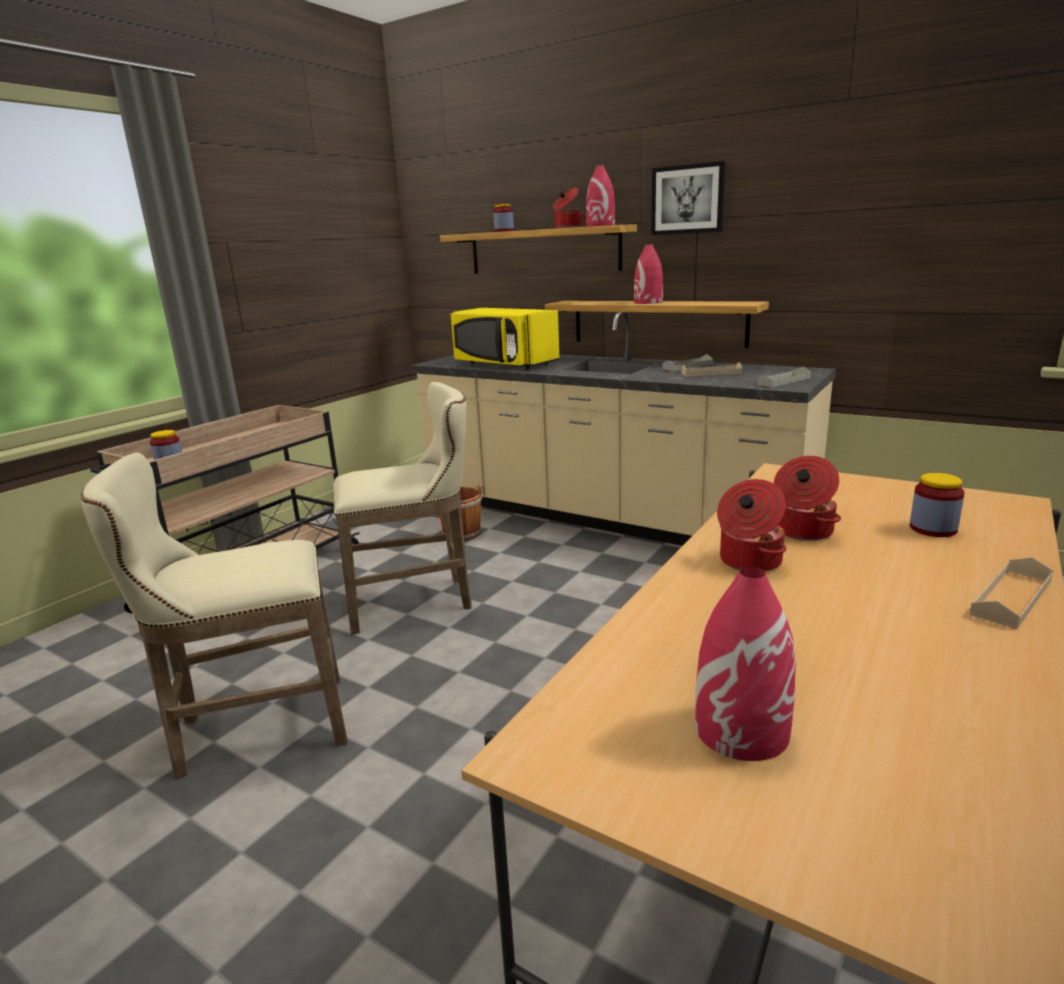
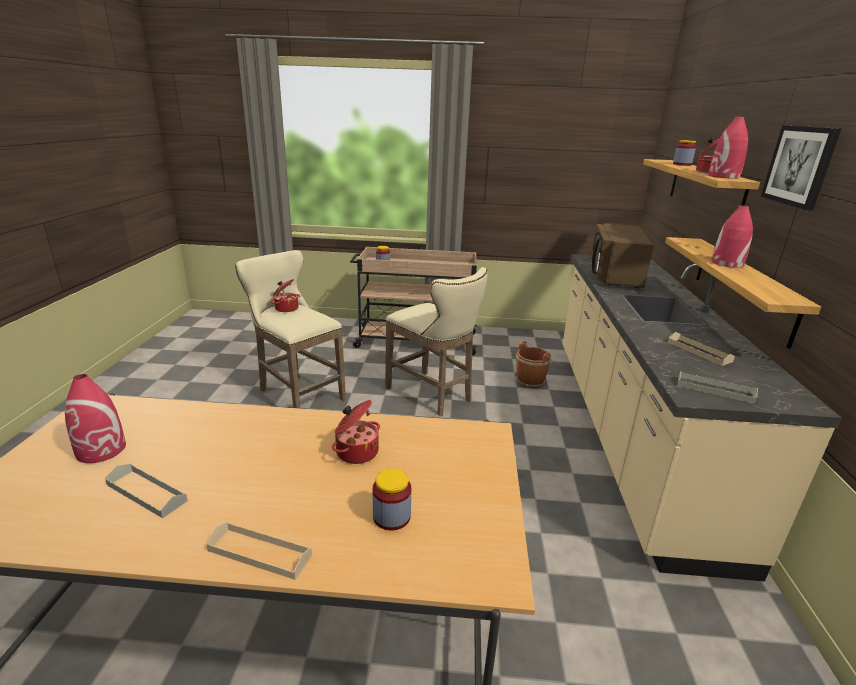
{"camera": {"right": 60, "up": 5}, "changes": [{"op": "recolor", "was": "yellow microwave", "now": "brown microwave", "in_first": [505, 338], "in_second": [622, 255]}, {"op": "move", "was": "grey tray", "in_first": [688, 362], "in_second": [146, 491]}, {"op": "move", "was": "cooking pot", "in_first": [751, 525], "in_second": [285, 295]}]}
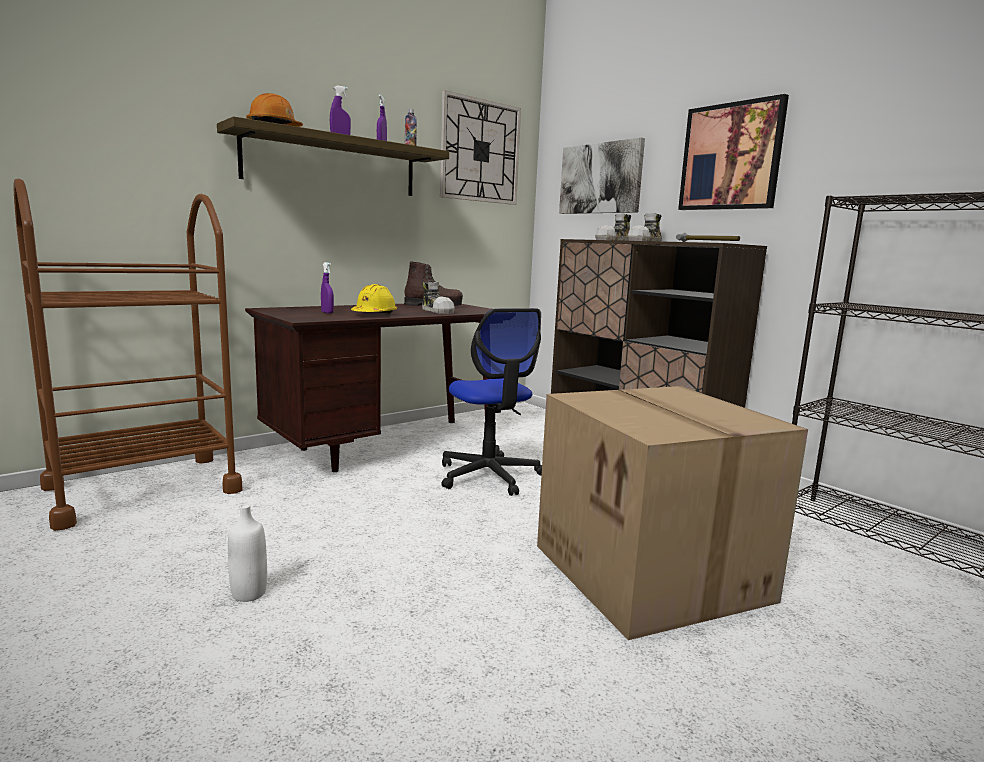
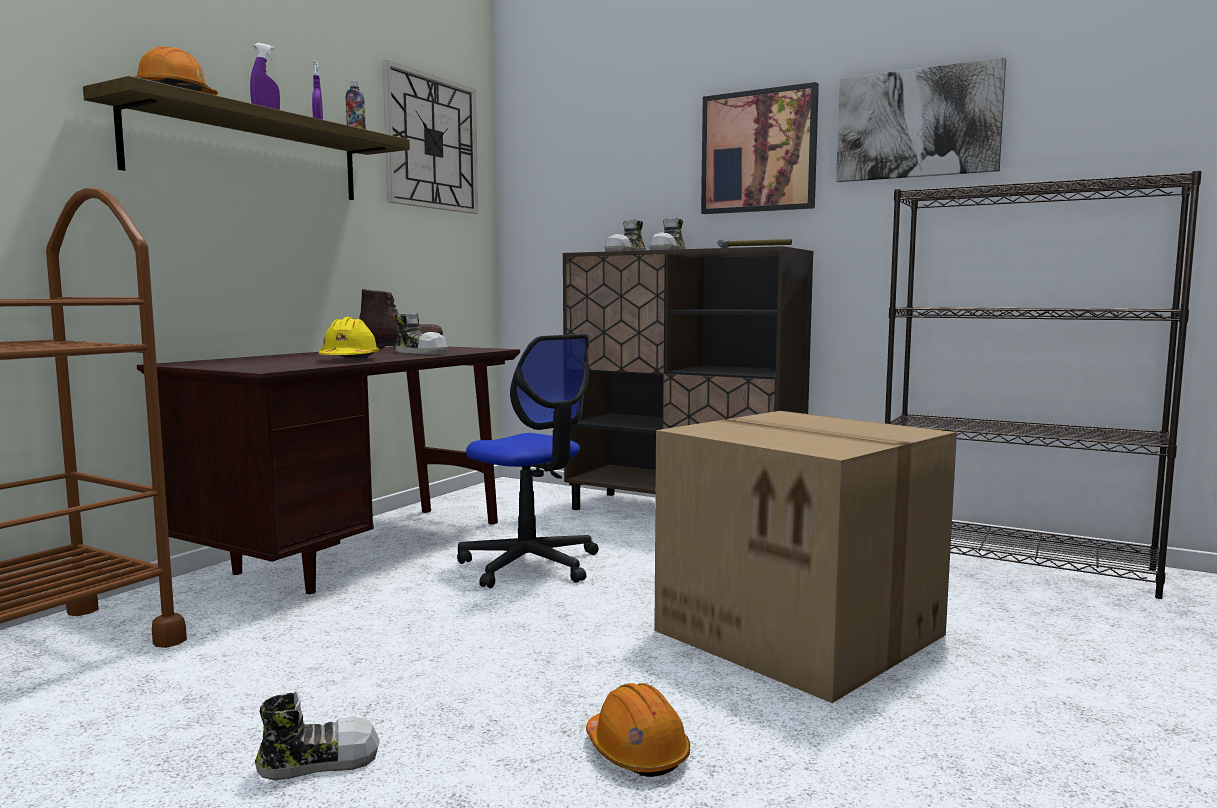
{"camera": {"right": -20, "up": -5}, "changes": [{"op": "move", "was": "picture", "in_first": [602, 175], "in_second": [921, 119]}, {"op": "delete", "was": "purple spray bottle", "in_first": [327, 287]}, {"op": "replace", "was": "white bottle", "now": "shoe", "in_first": [247, 553], "in_second": [317, 735]}, {"op": "insert", "now": "orange hard hat", "in_second": [638, 730]}]}
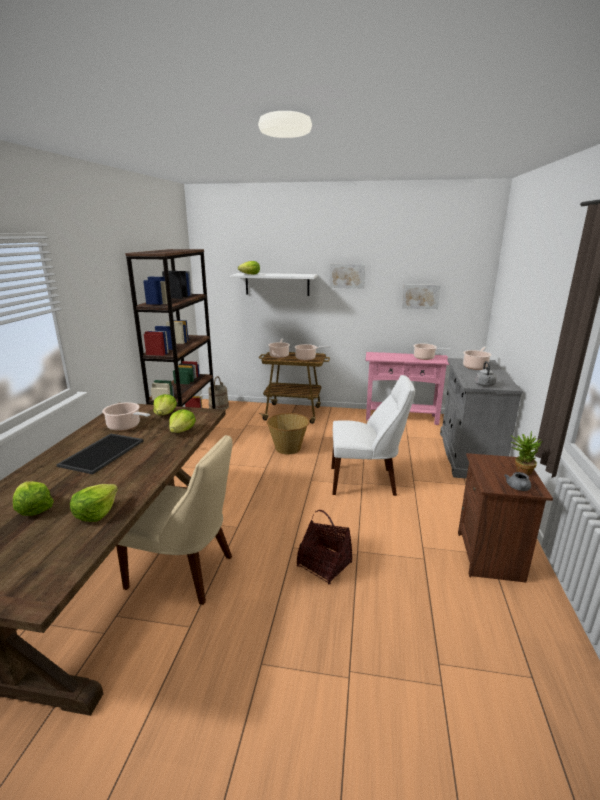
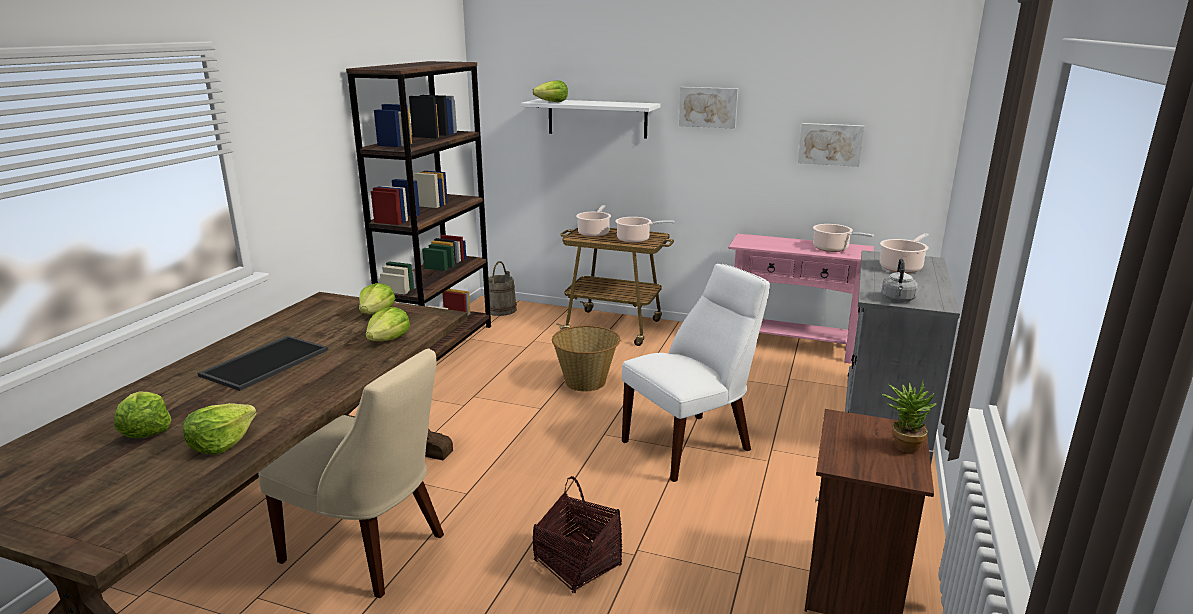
{"camera": {"right": 10, "up": 0}, "changes": [{"op": "rotate", "was": "white chair", "in_first": [373, 435], "in_second": [696, 372], "clockwise": -45}, {"op": "delete", "was": "cooking pot", "in_first": [126, 416]}, {"op": "delete", "was": "grey teapot", "in_first": [517, 481]}]}
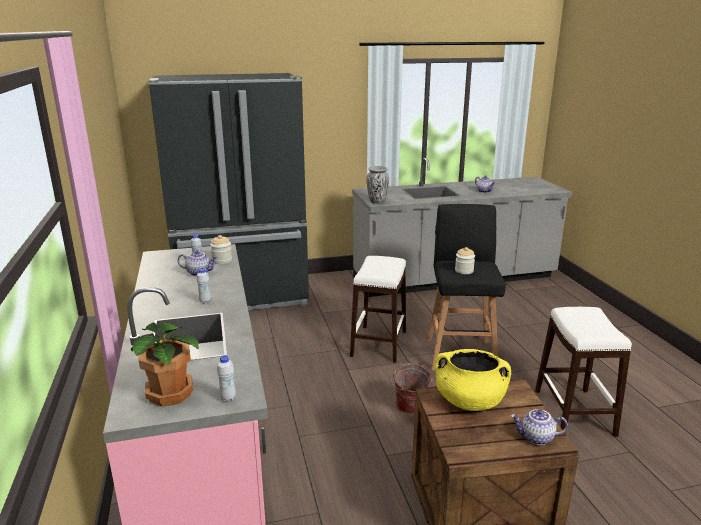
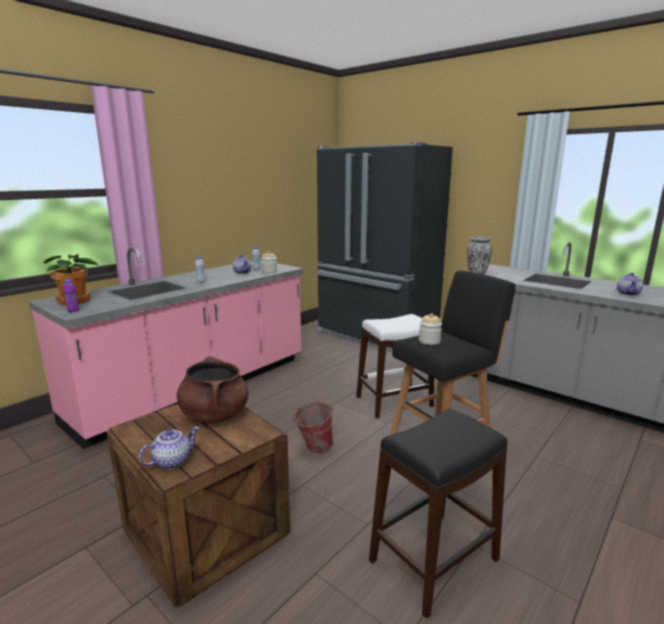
{"camera": {"right": 55, "up": -5}, "changes": [{"op": "recolor", "was": "white stool", "now": "black stool", "in_first": [583, 372], "in_second": [438, 514]}, {"op": "recolor", "was": "yellow cooking pot", "now": "brown cooking pot", "in_first": [473, 380], "in_second": [213, 389]}, {"op": "recolor", "was": "white bottle", "now": "purple bottle", "in_first": [226, 378], "in_second": [71, 296]}, {"op": "rotate", "was": "teapot", "in_first": [539, 427], "in_second": [169, 448], "clockwise": 75}]}
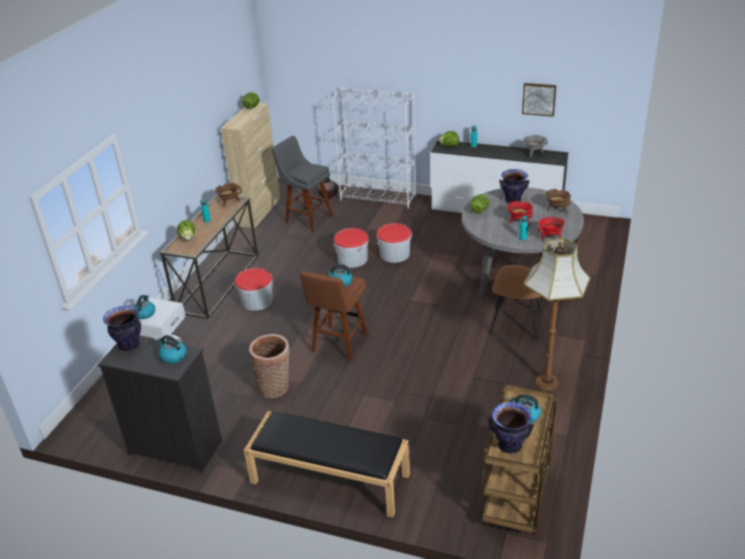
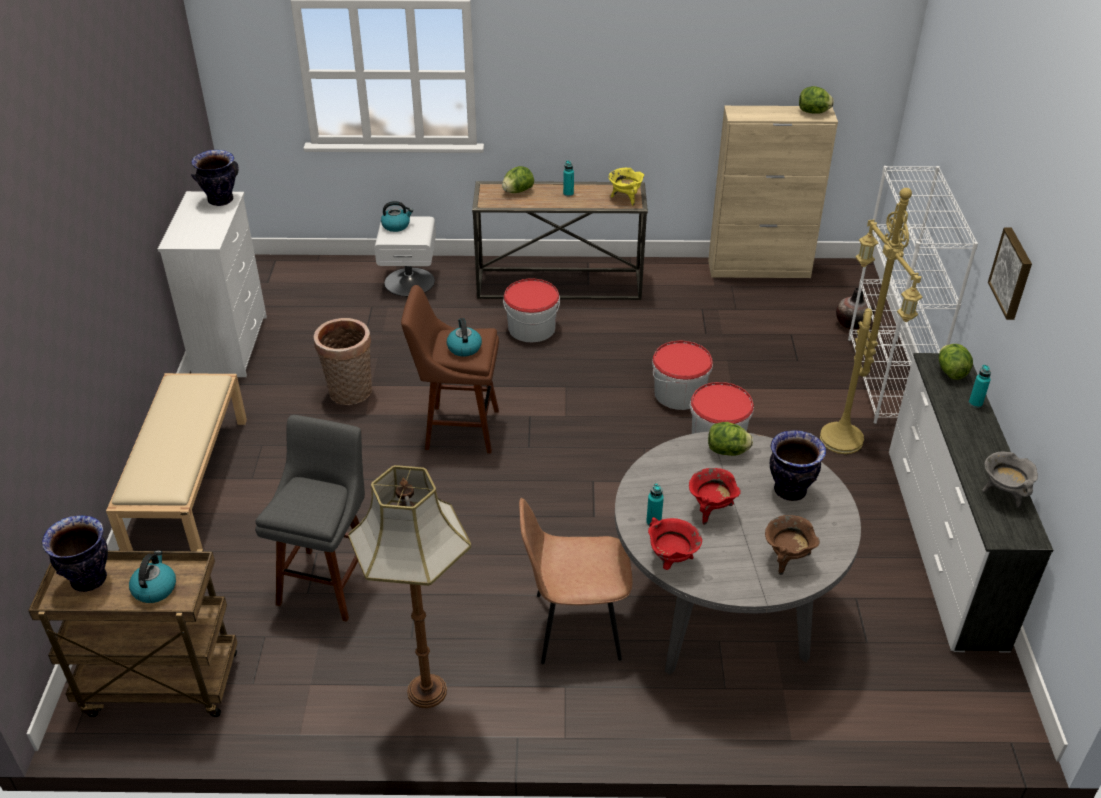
{"camera": {"right": 70, "up": 5}, "changes": [{"op": "move", "was": "picture", "in_first": [539, 100], "in_second": [1010, 273]}, {"op": "move", "was": "grey stool", "in_first": [302, 184], "in_second": [310, 518]}, {"op": "recolor", "was": "brown cooking pot", "now": "yellow cooking pot", "in_first": [228, 195], "in_second": [626, 187]}, {"op": "delete", "was": "kettle", "in_first": [171, 349]}, {"op": "recolor", "was": "black dresser", "now": "white dresser", "in_first": [160, 404], "in_second": [212, 284]}, {"op": "recolor", "was": "black bench", "now": "beige bench", "in_first": [327, 464], "in_second": [176, 462]}, {"op": "insert", "now": "yellow floor lamp", "in_second": [871, 321]}]}
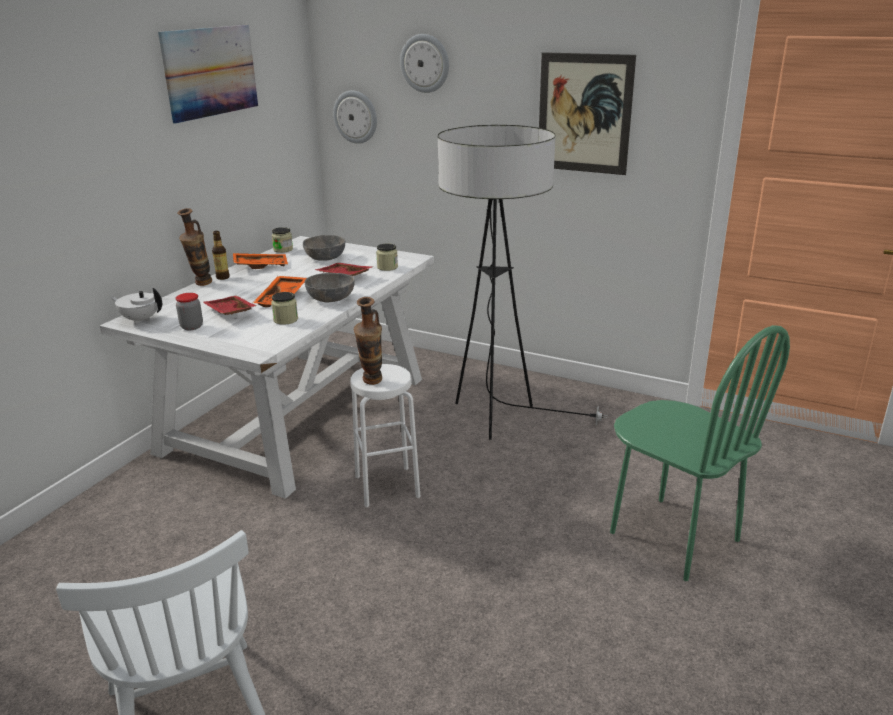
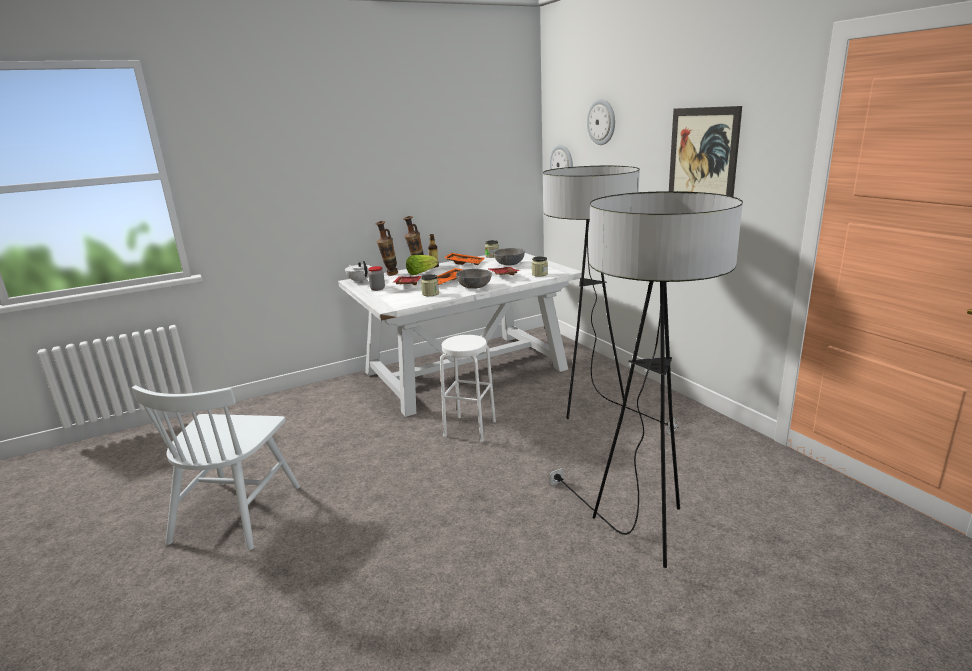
{"camera": {"right": 35, "up": -5}, "changes": [{"op": "delete", "was": "picture", "in_first": [208, 74]}, {"op": "move", "was": "vase", "in_first": [368, 341], "in_second": [386, 248]}, {"op": "replace", "was": "green chair", "now": "floor lamp", "in_first": [700, 453], "in_second": [646, 379]}, {"op": "insert", "now": "lettuce", "in_second": [422, 265]}]}
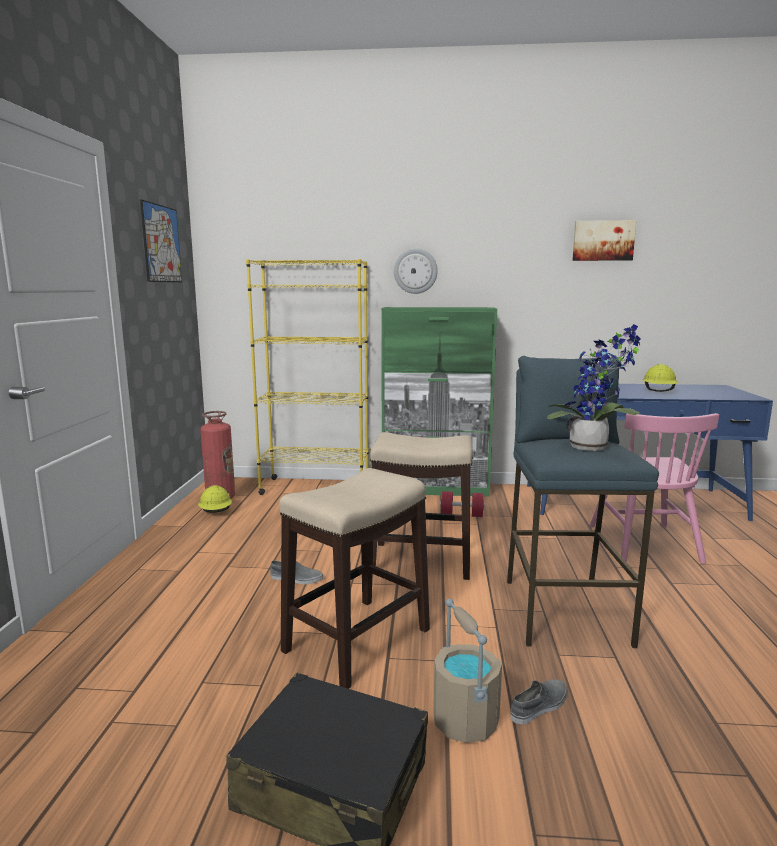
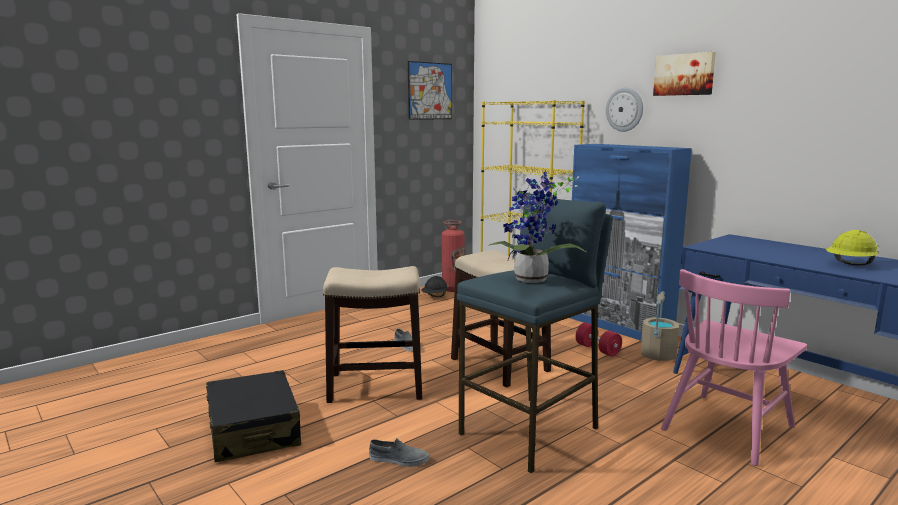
{"camera": {"right": 45, "up": 0}, "changes": [{"op": "move", "was": "picture", "in_first": [604, 240], "in_second": [684, 74]}, {"op": "recolor", "was": "green cabinet", "now": "blue cabinet", "in_first": [439, 402], "in_second": [631, 242]}, {"op": "recolor", "was": "yellow hard hat", "now": "black hard hat", "in_first": [215, 499], "in_second": [434, 286]}, {"op": "move", "was": "beige bucket", "in_first": [468, 671], "in_second": [660, 326]}]}
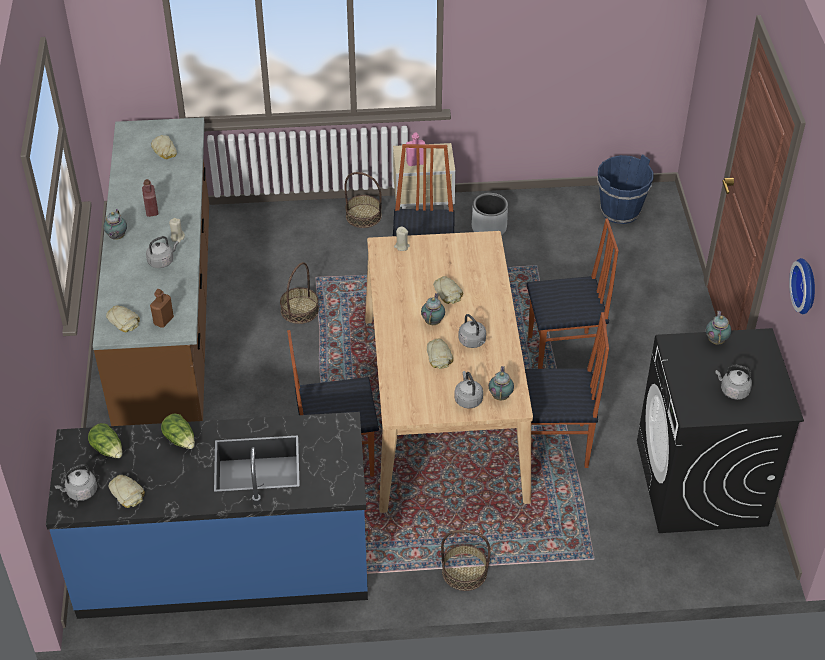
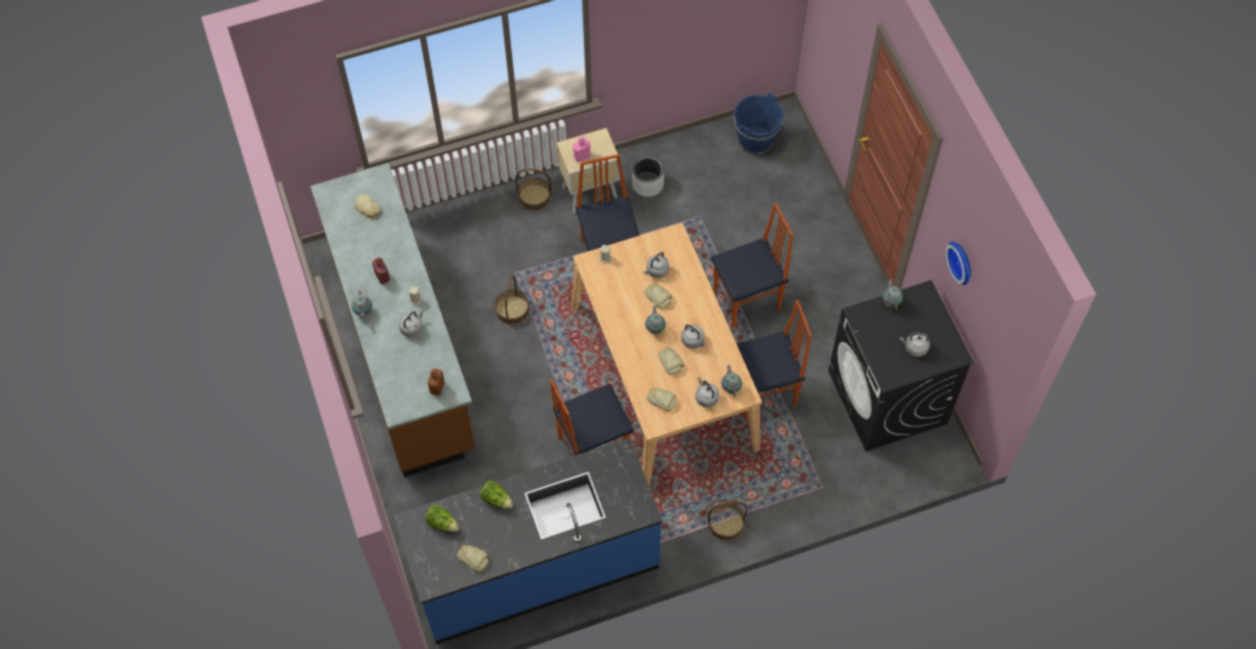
{"camera": {"right": -15, "up": 15}, "changes": [{"op": "move", "was": "bread", "in_first": [123, 318], "in_second": [662, 399]}, {"op": "move", "was": "grey kettle", "in_first": [76, 482], "in_second": [656, 265]}]}
